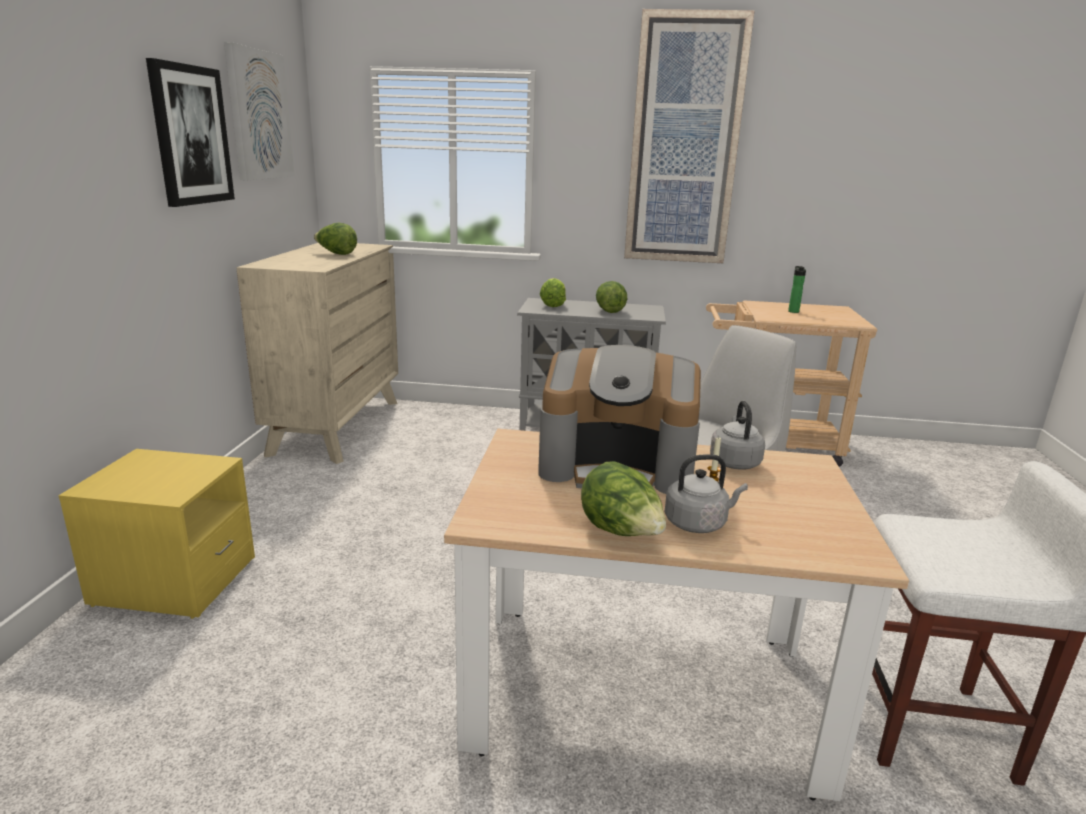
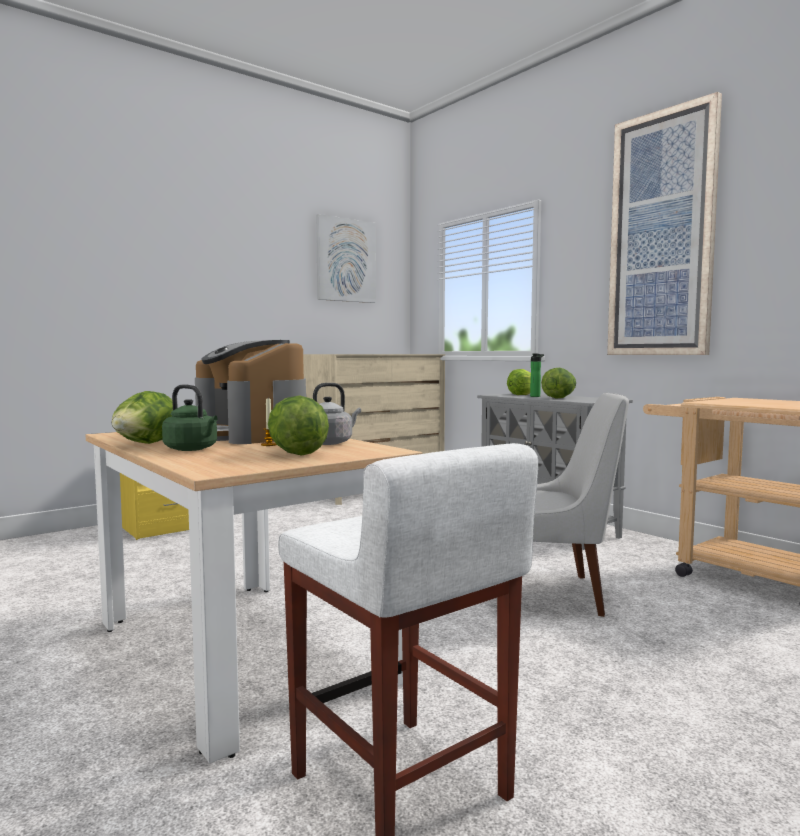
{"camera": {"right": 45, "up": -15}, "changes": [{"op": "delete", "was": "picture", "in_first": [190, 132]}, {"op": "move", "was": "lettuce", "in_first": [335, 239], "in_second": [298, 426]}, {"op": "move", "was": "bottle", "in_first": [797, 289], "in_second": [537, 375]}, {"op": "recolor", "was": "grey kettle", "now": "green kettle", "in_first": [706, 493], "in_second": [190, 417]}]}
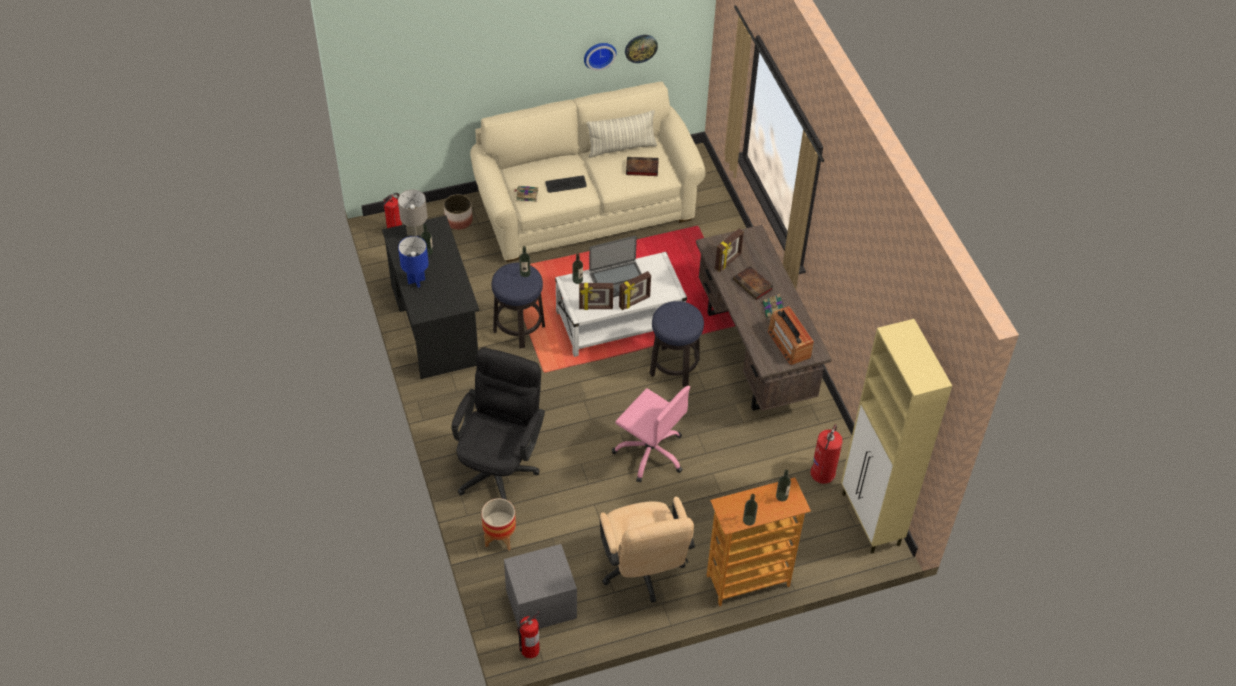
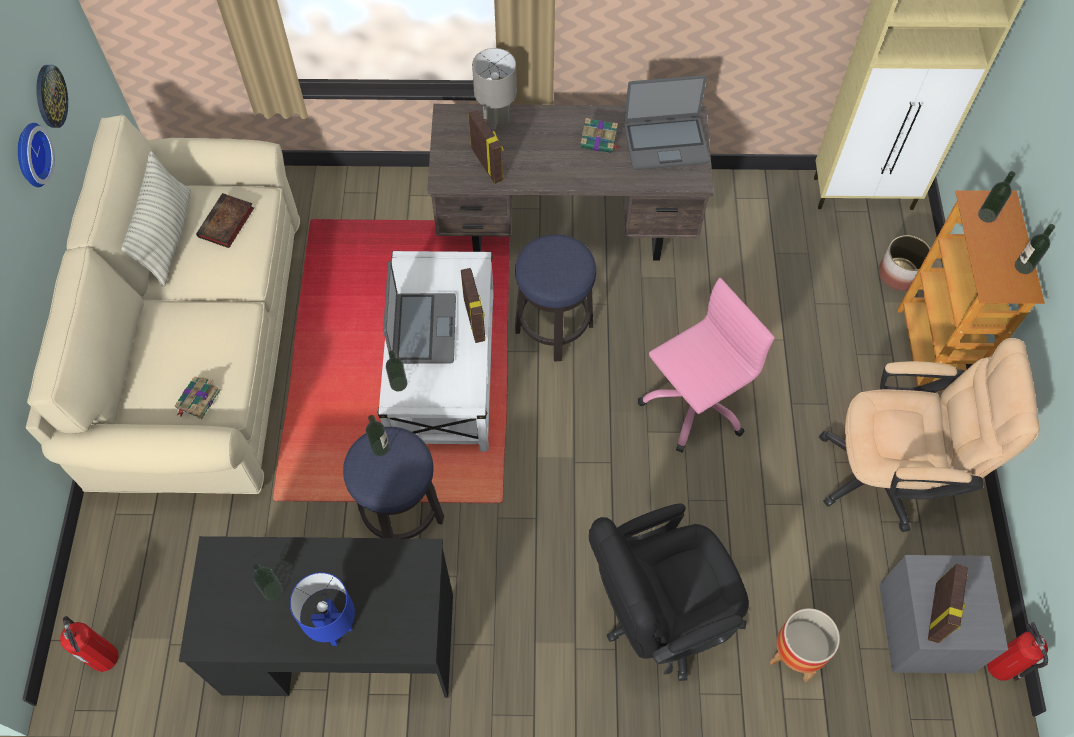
{"camera": {"right": -70, "up": 10}, "changes": [{"op": "delete", "was": "keyboard", "in_first": [566, 184]}, {"op": "move", "was": "grey table lamp", "in_first": [412, 213], "in_second": [494, 89]}, {"op": "move", "was": "planter", "in_first": [458, 212], "in_second": [904, 263]}, {"op": "delete", "was": "book", "in_first": [753, 283]}, {"op": "move", "was": "picture frame", "in_first": [596, 296], "in_second": [948, 603]}, {"op": "replace", "was": "radio", "now": "laptop", "in_first": [791, 335], "in_second": [666, 122]}, {"op": "rotate", "was": "black office chair", "in_first": [498, 423], "in_second": [669, 592], "clockwise": -60}, {"op": "delete", "was": "fire extinguisher", "in_first": [826, 454]}]}
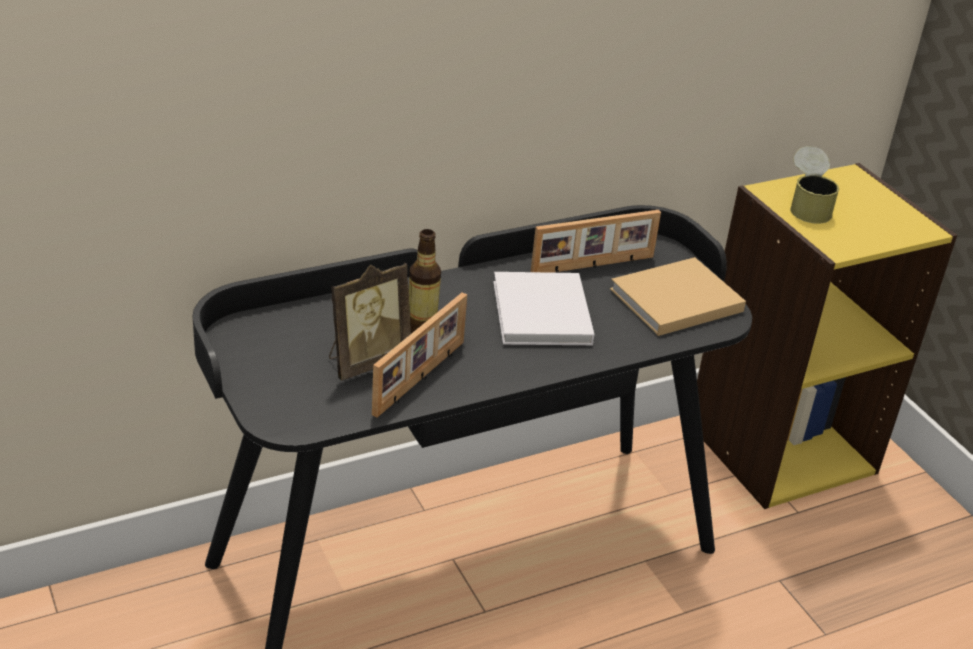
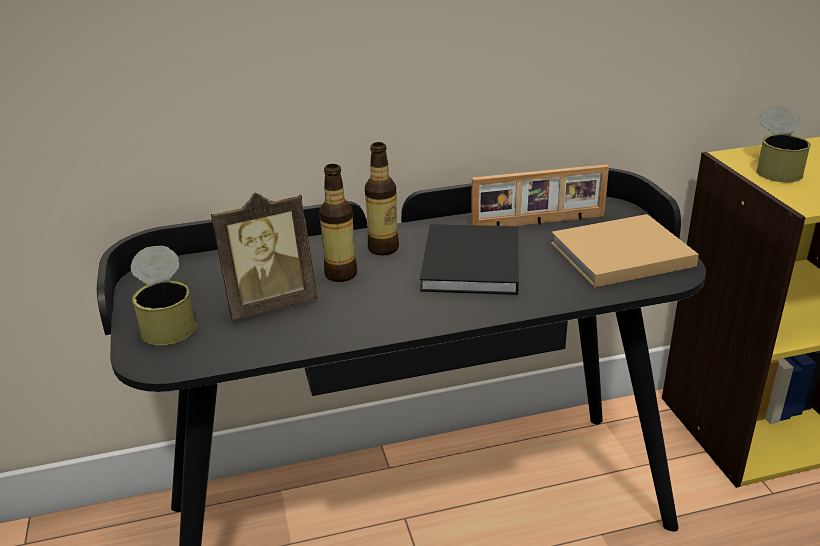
{"camera": {"right": 15, "up": -5}, "changes": [{"op": "recolor", "was": "white book", "now": "black book", "in_first": [544, 308], "in_second": [469, 259]}, {"op": "delete", "was": "picture frame", "in_first": [419, 354]}, {"op": "insert", "now": "bottle", "in_second": [382, 199]}, {"op": "insert", "now": "can", "in_second": [163, 296]}]}
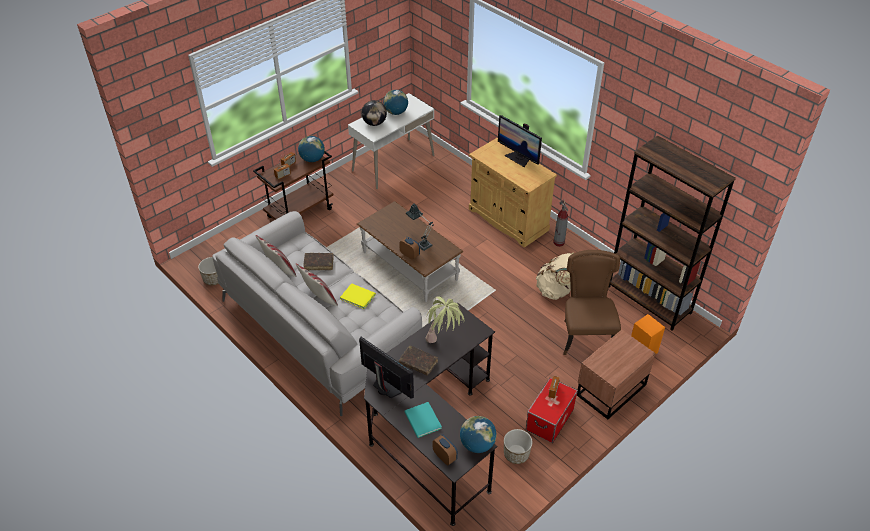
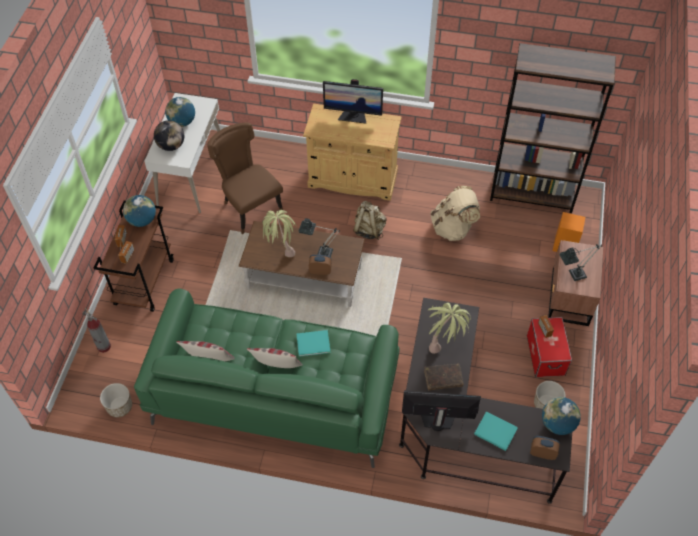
{"camera": {"right": -35, "up": 10}, "changes": [{"op": "move", "was": "fire extinguisher", "in_first": [560, 223], "in_second": [96, 330]}, {"op": "recolor", "was": "grey sofa", "now": "green sofa", "in_first": [317, 313], "in_second": [267, 378]}, {"op": "move", "was": "brown chair", "in_first": [592, 302], "in_second": [245, 178]}, {"op": "delete", "was": "brown book", "in_first": [318, 261]}, {"op": "recolor", "was": "yellow book", "now": "turquoise book", "in_first": [358, 296], "in_second": [313, 343]}, {"op": "insert", "now": "beige backpack", "in_second": [370, 220]}, {"op": "insert", "now": "potted plant", "in_second": [279, 233]}, {"op": "insert", "now": "table lamp", "in_second": [581, 262]}]}
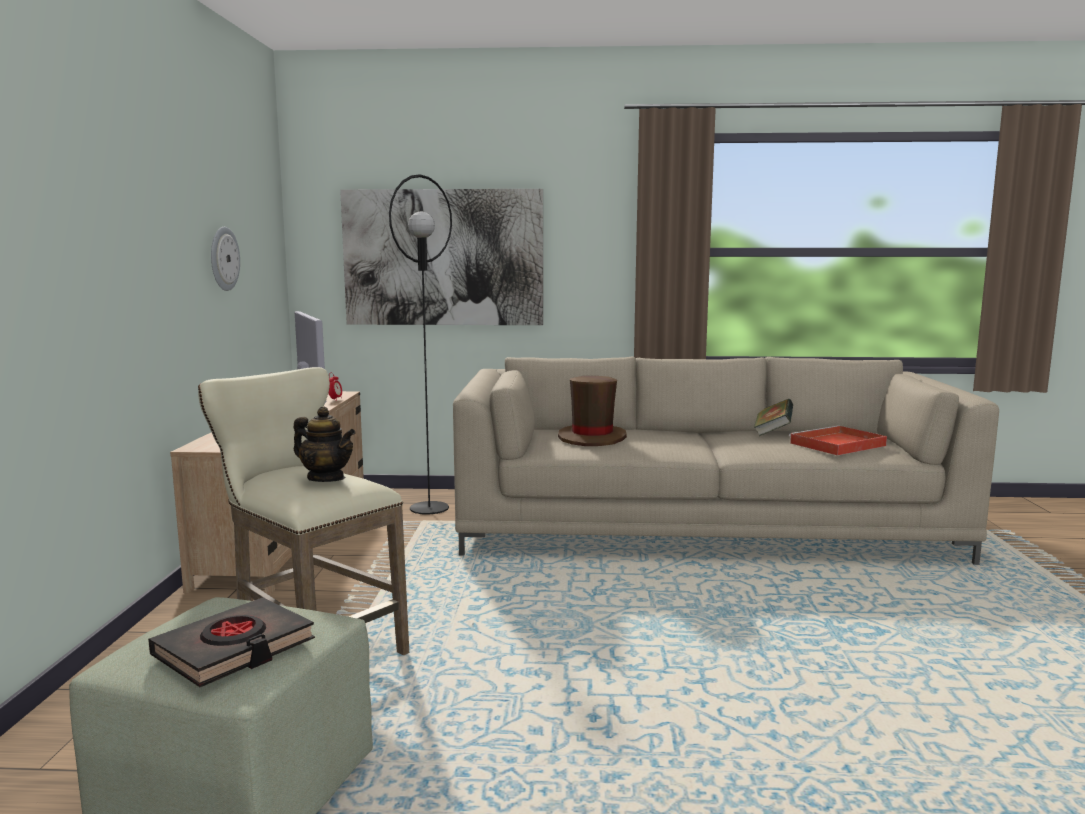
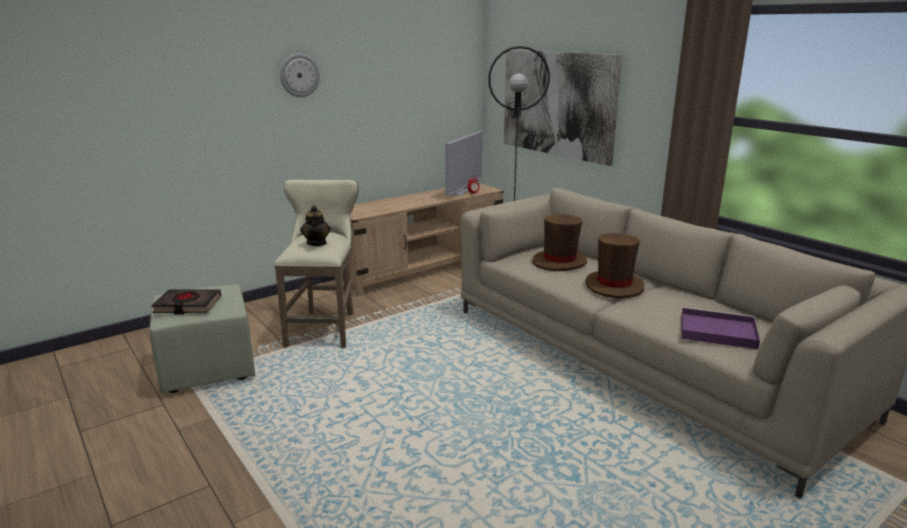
{"camera": {"right": 50, "up": 10}, "changes": [{"op": "move", "was": "wall clock", "in_first": [225, 259], "in_second": [300, 75]}, {"op": "delete", "was": "book", "in_first": [773, 417]}, {"op": "recolor", "was": "red tray", "now": "purple tray", "in_first": [838, 440], "in_second": [720, 328]}, {"op": "insert", "now": "brown hat", "in_second": [614, 266]}]}
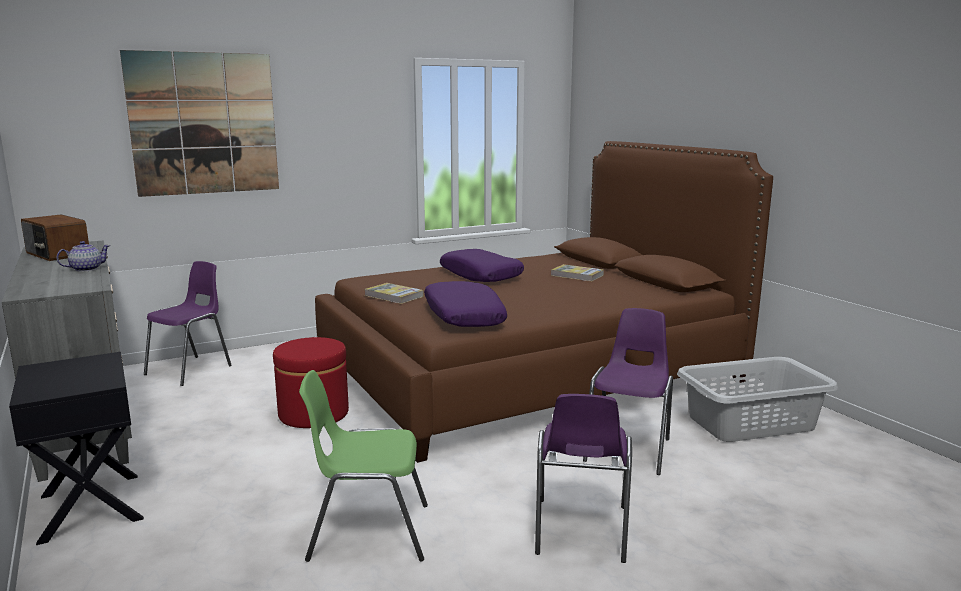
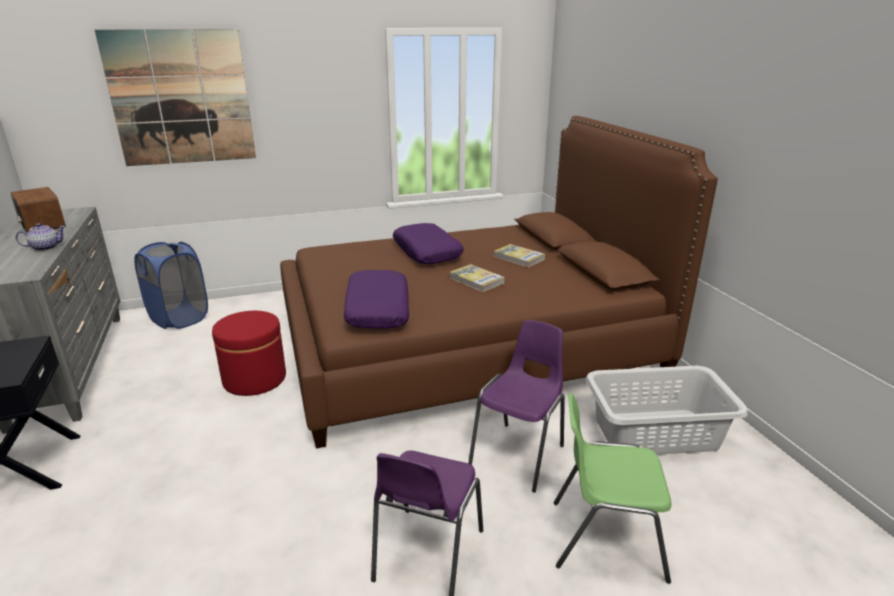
{"camera": {"right": 10, "up": 10}, "changes": [{"op": "replace", "was": "purple chair", "now": "blue laundry basket", "in_first": [188, 323], "in_second": [171, 285]}, {"op": "move", "was": "book", "in_first": [394, 293], "in_second": [477, 278]}, {"op": "move", "was": "green chair", "in_first": [363, 466], "in_second": [613, 488]}]}
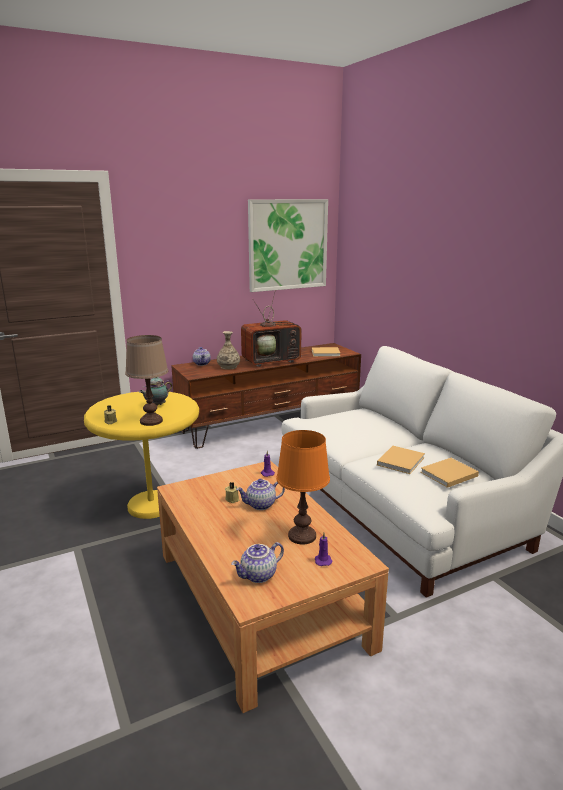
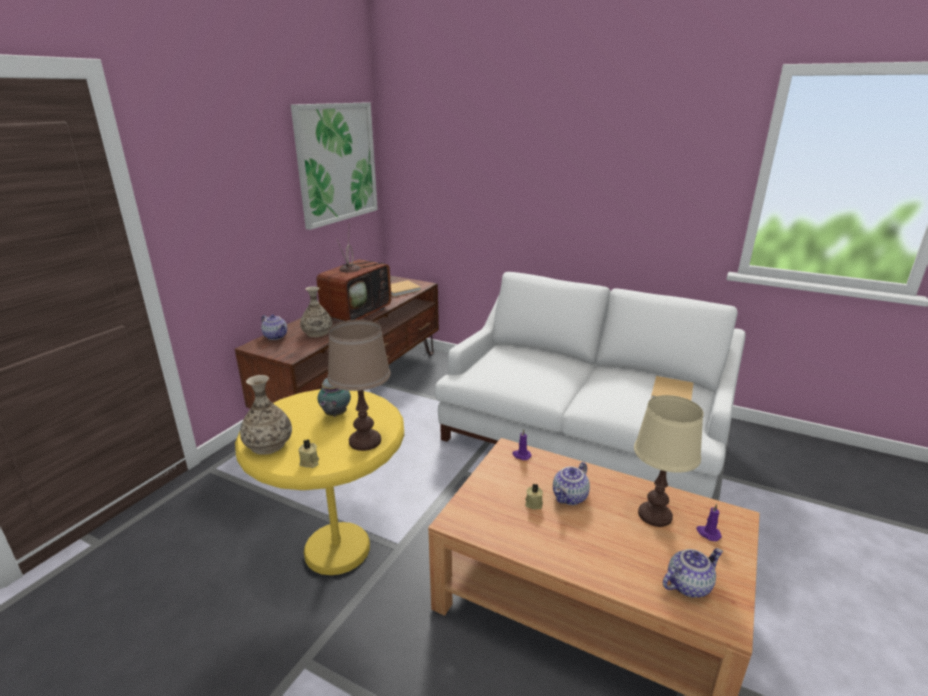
{"camera": {"right": -35, "up": 5}, "changes": [{"op": "recolor", "was": "orange table lamp", "now": "beige table lamp", "in_first": [303, 487], "in_second": [669, 461]}, {"op": "delete", "was": "beige book", "in_first": [401, 460]}, {"op": "rotate", "was": "teapot", "in_first": [257, 562], "in_second": [693, 573], "clockwise": -135}, {"op": "insert", "now": "vase", "in_second": [266, 415]}]}
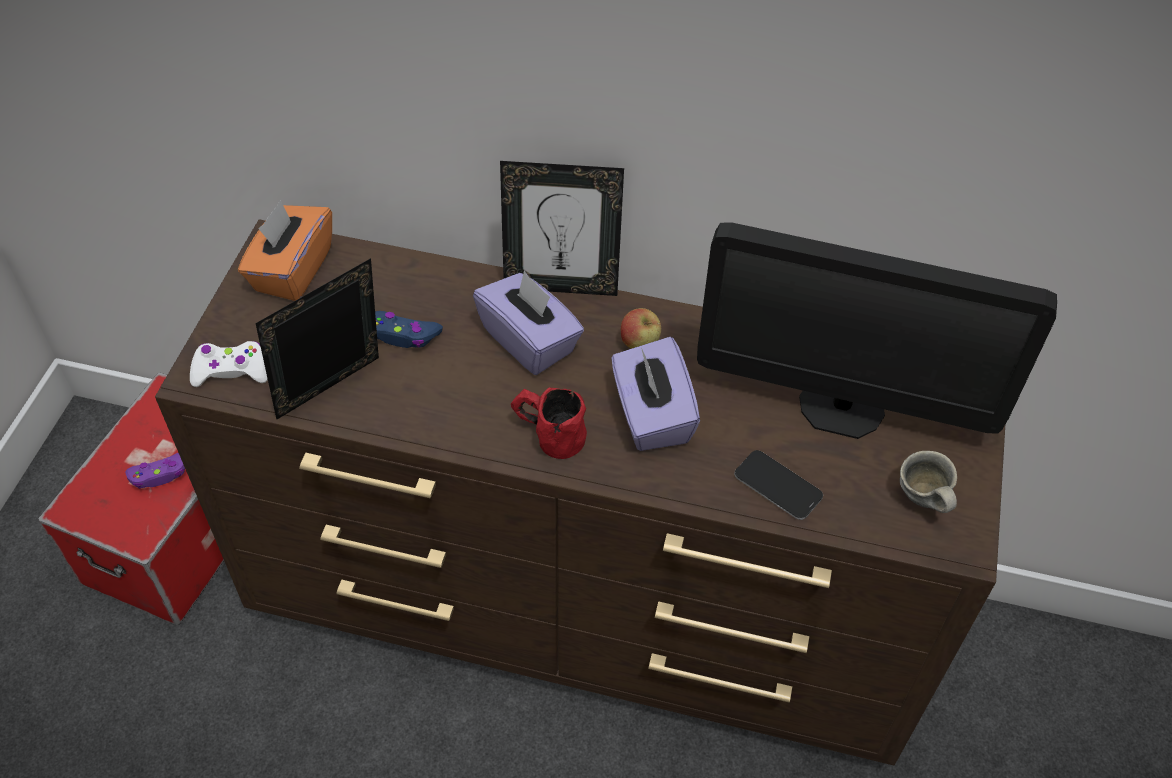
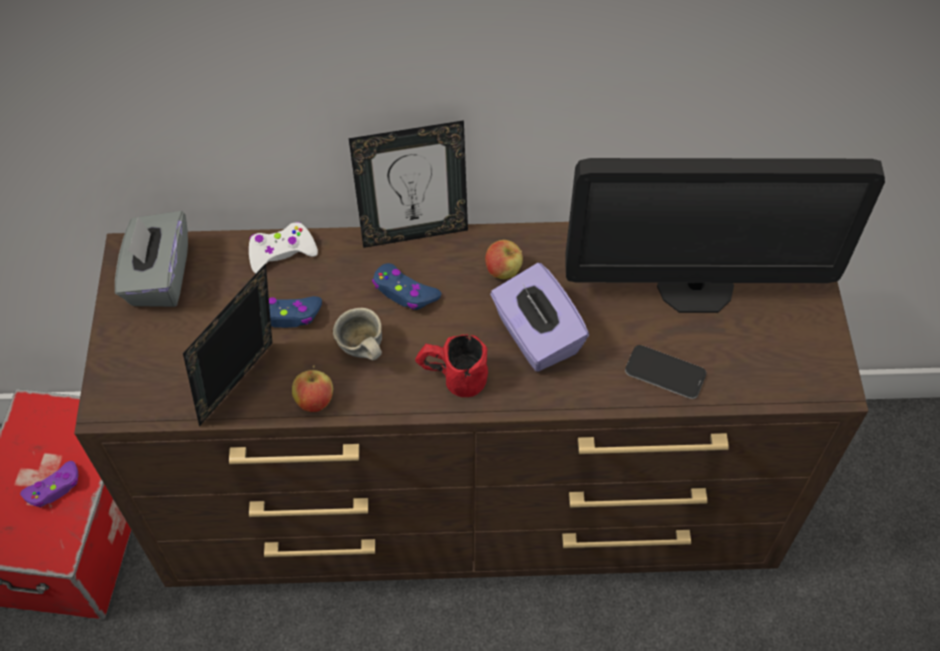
{"camera": {"right": -15, "up": 5}, "changes": [{"op": "recolor", "was": "orange tissue box", "now": "grey tissue box", "in_first": [285, 250], "in_second": [151, 259]}, {"op": "replace", "was": "purple tissue box", "now": "blue game controller", "in_first": [528, 322], "in_second": [407, 286]}, {"op": "move", "was": "white game controller", "in_first": [229, 364], "in_second": [283, 247]}, {"op": "move", "was": "grey mug", "in_first": [928, 482], "in_second": [357, 334]}, {"op": "insert", "now": "apple", "in_second": [312, 389]}]}
